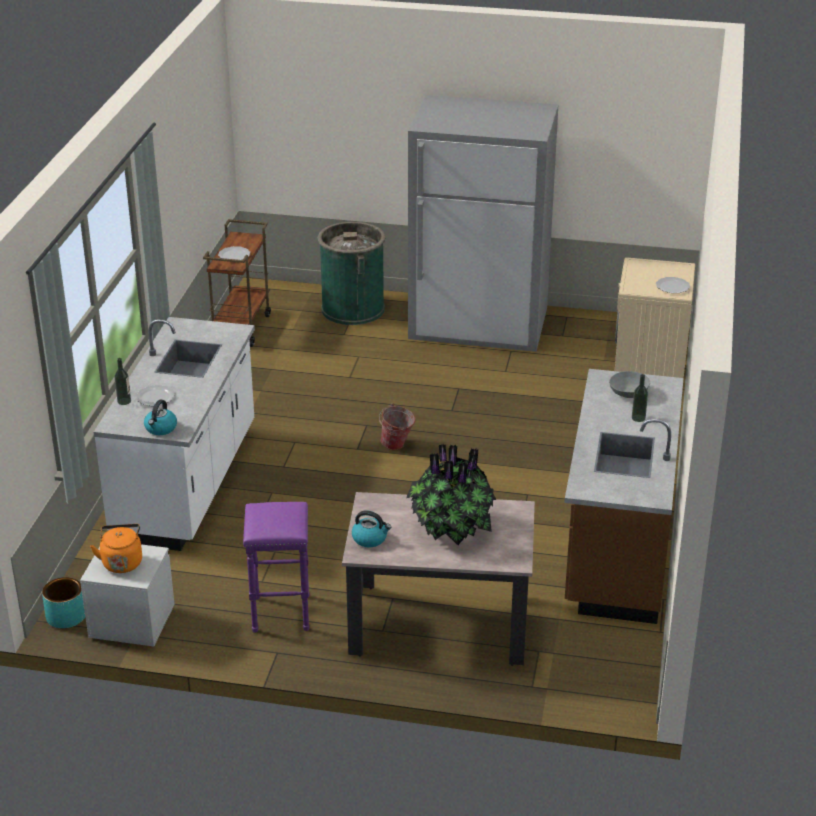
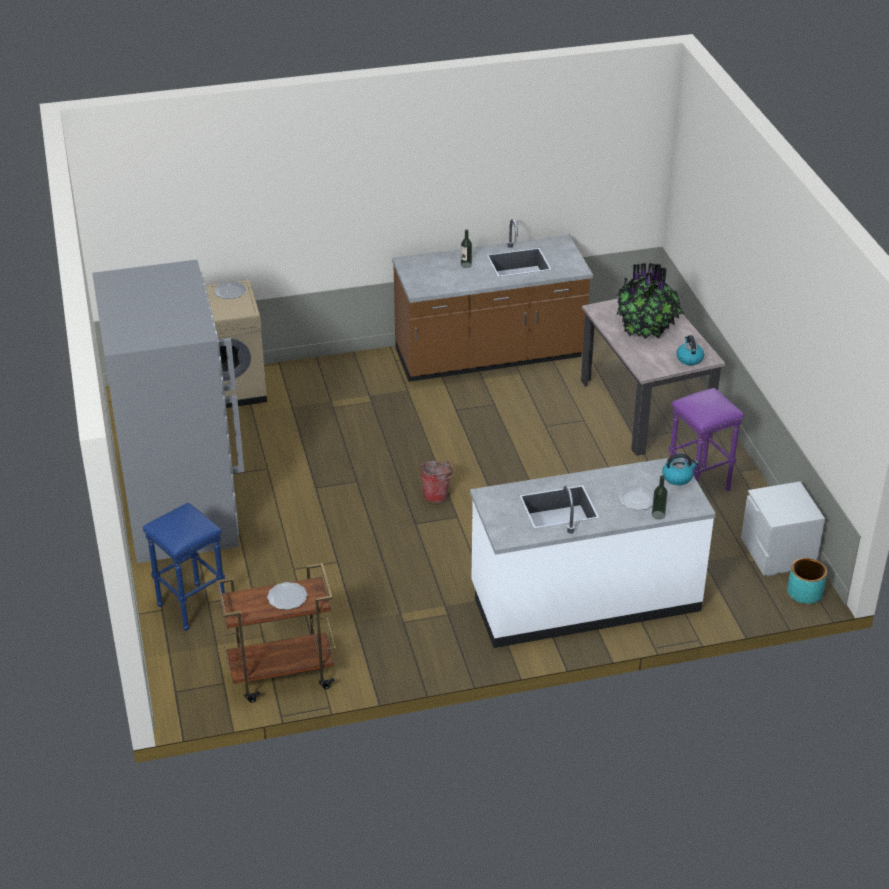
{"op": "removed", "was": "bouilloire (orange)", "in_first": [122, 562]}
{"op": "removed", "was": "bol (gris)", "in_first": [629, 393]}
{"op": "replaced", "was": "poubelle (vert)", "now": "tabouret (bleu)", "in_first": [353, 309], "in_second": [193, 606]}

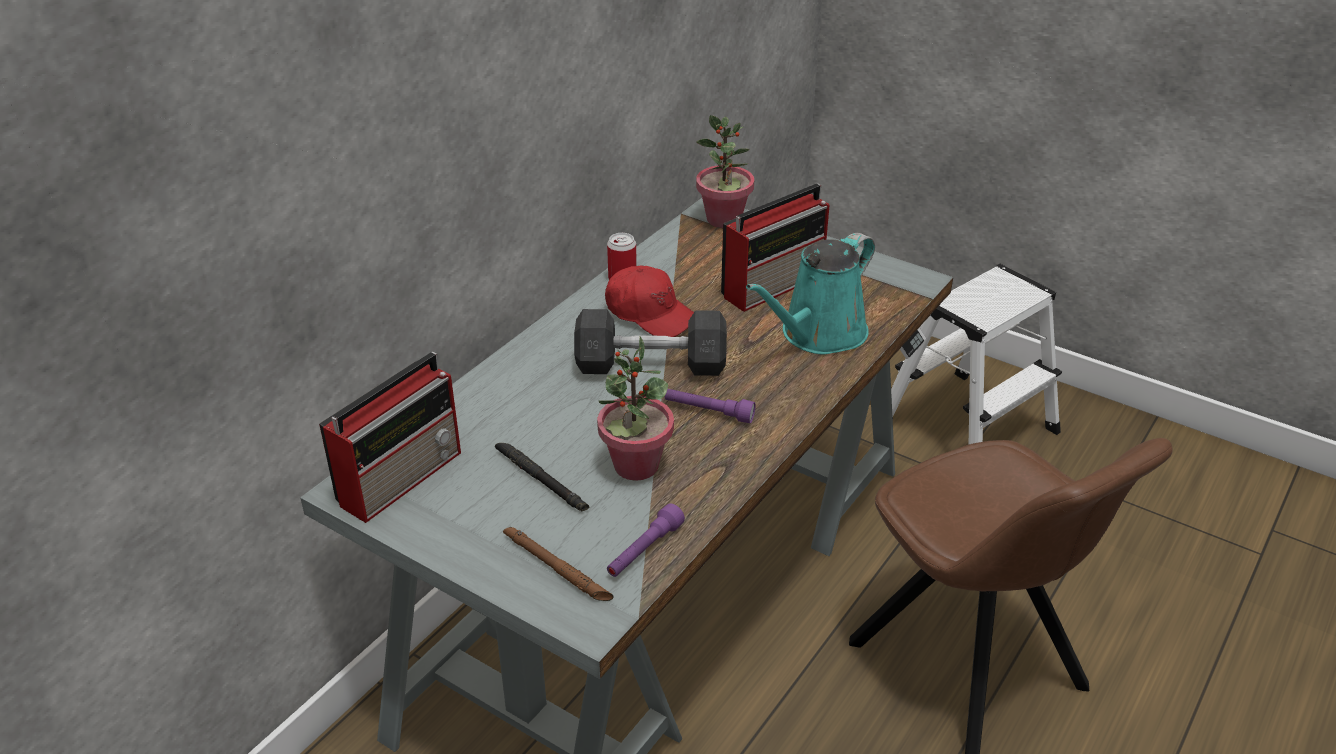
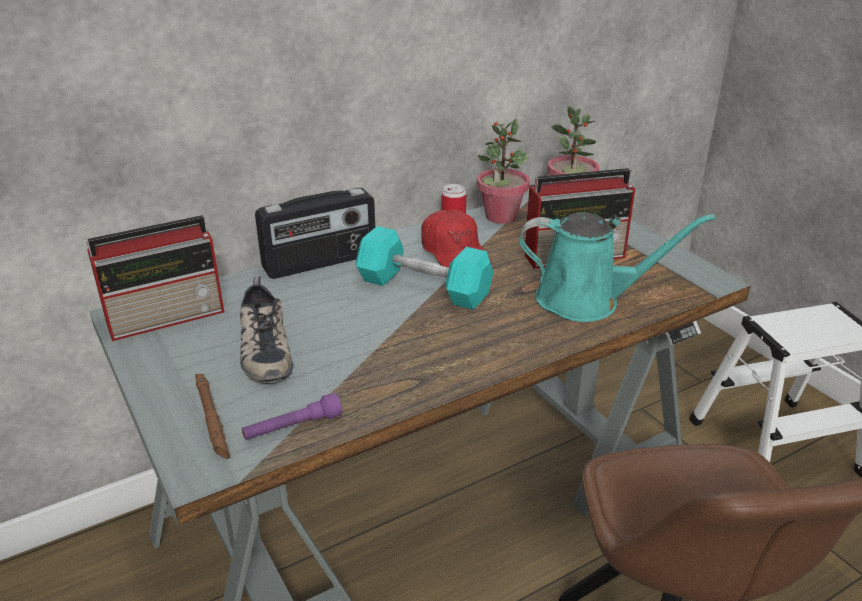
{"op": "removed", "was": "lampe de poche (violet)", "in_first": [708, 412]}
{"op": "added", "now": "radio", "in_second": [320, 263]}
{"op": "moved", "was": "plante en pot", "in_first": [636, 466], "in_second": [500, 216]}
{"op": "replaced", "was": "lampe de poche (noir)", "now": "chaussure", "in_first": [541, 480], "in_second": [263, 348]}
{"op": "recoloured", "was": "haltère (gris)", "now": "haltère (turquoise)", "in_first": [651, 365], "in_second": [423, 288]}
{"op": "turned", "was": "arrosoir (turquoise)", "in_first": [818, 335], "in_second": [586, 300], "clockwise": -150}

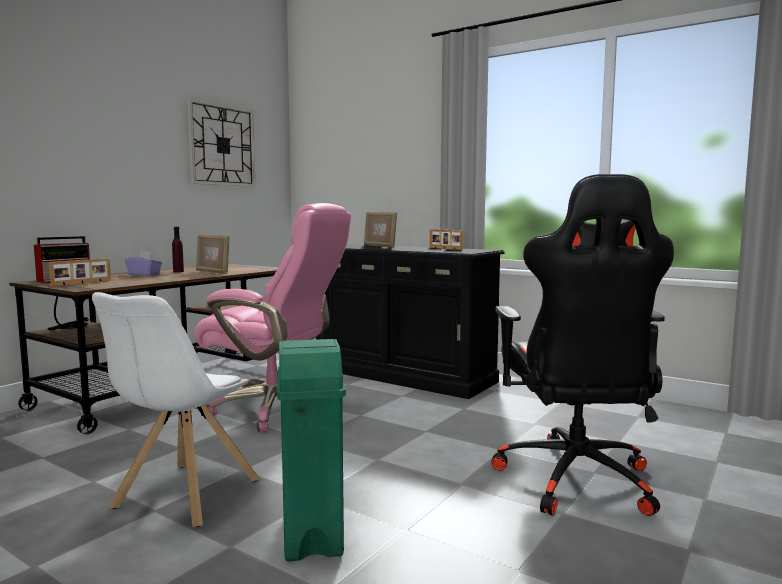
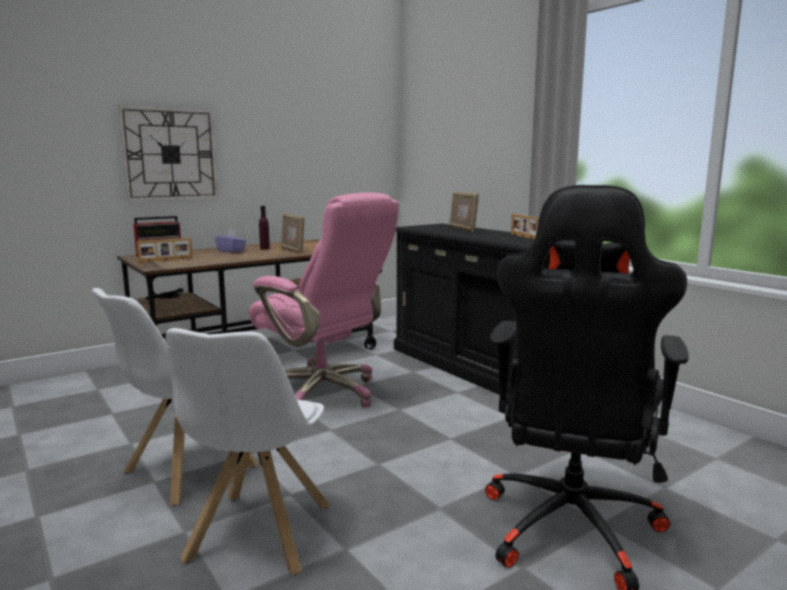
{"op": "moved", "was": "horloge murale", "in_first": [222, 145], "in_second": [170, 154]}
{"op": "replaced", "was": "poubelle (vert)", "now": "chaise (blanc)", "in_first": [311, 535], "in_second": [257, 536]}

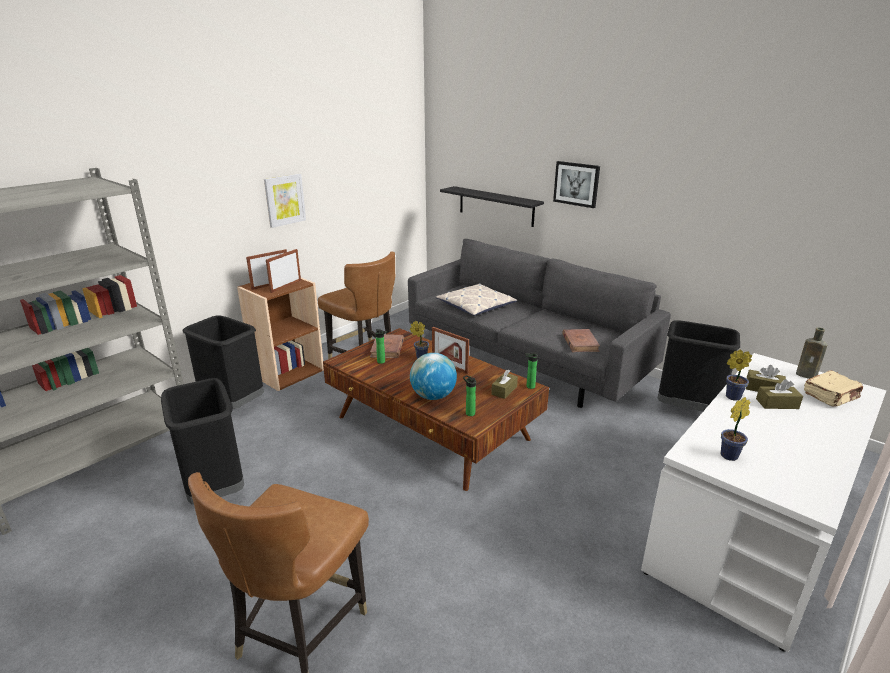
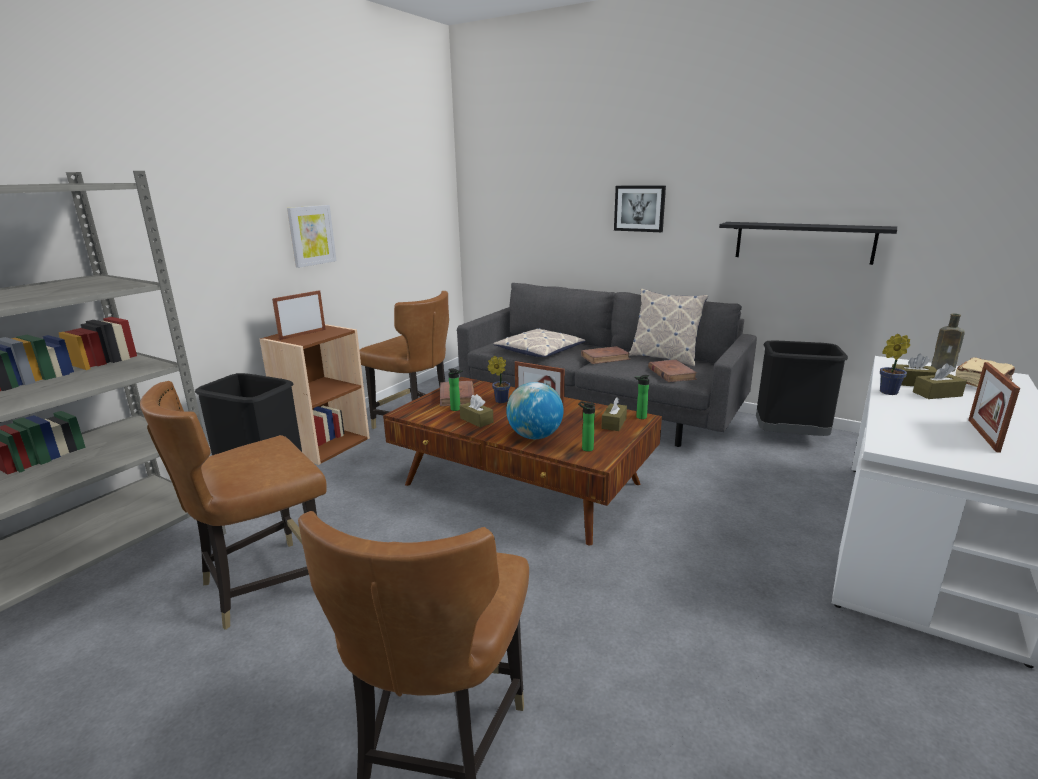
{"op": "removed", "was": "plante en pot", "in_first": [731, 455]}
{"op": "added", "now": "boîte à mouchoirs (marron)", "in_second": [476, 420]}
{"op": "added", "now": "livre (marron)", "in_second": [605, 358]}
{"op": "added", "now": "coussin", "in_second": [664, 358]}
{"op": "moved", "was": "cadre photo", "in_first": [286, 286], "in_second": [983, 435]}
{"op": "moved", "was": "étagère (noir)", "in_first": [496, 206], "in_second": [803, 242]}
{"op": "replaced", "was": "poubelle (noir)", "now": "chaise (marron)", "in_first": [214, 489], "in_second": [264, 584]}

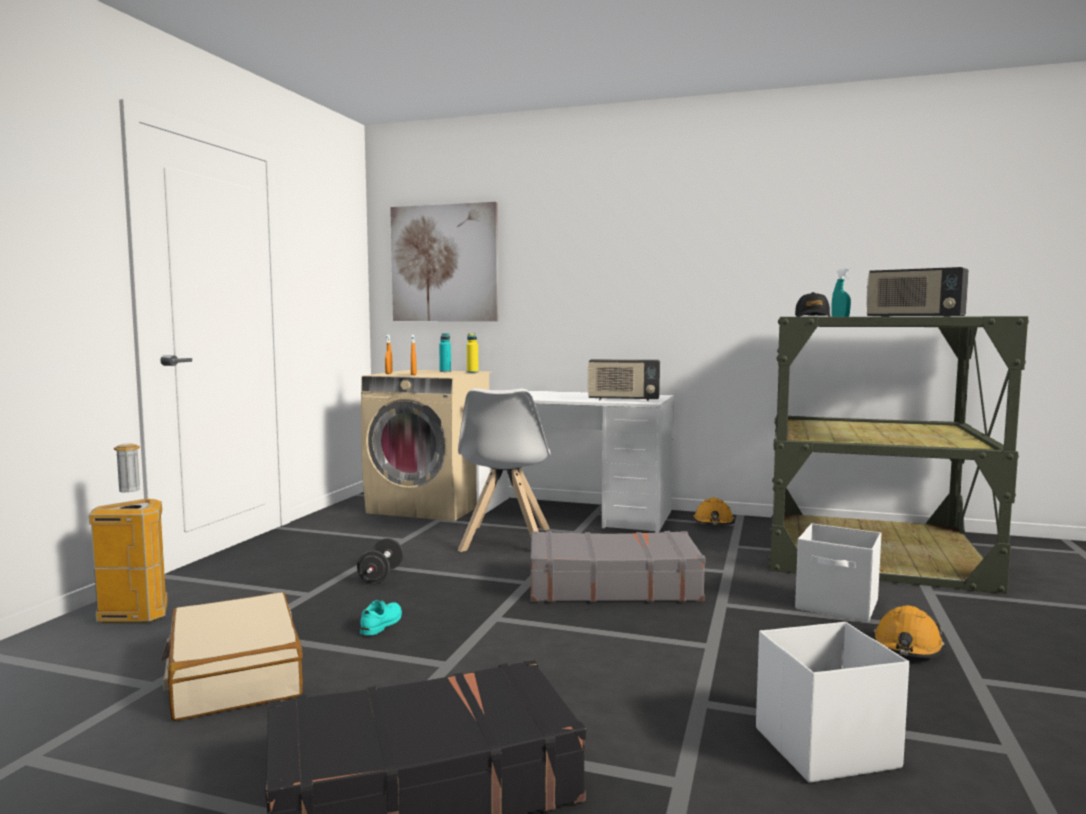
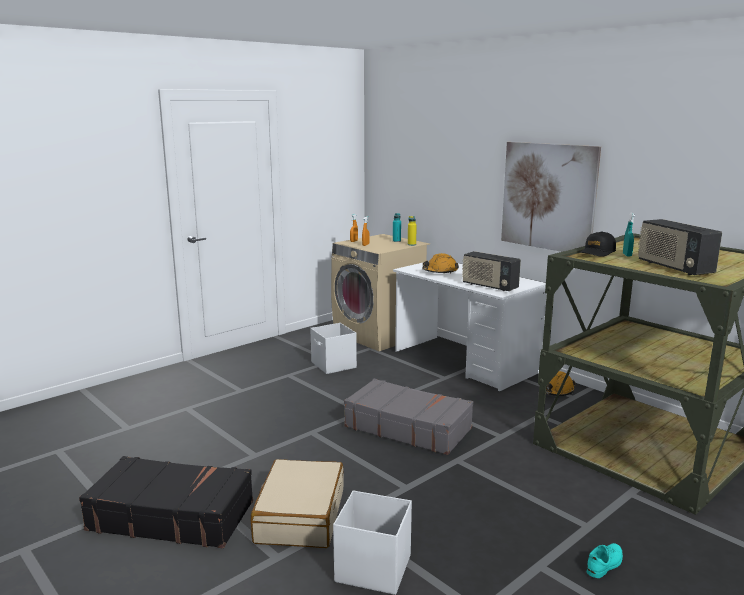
{"op": "removed", "was": "poubelle", "in_first": [135, 616]}
{"op": "removed", "was": "haltère (noir)", "in_first": [381, 575]}
{"op": "removed", "was": "chaise", "in_first": [505, 541]}
{"op": "moved", "was": "valise (beige)", "in_first": [234, 676], "in_second": [299, 516]}
{"op": "moved", "was": "chaussure (turquoise)", "in_first": [382, 623], "in_second": [605, 564]}
{"op": "moved", "was": "tableau", "in_first": [444, 263], "in_second": [548, 197]}
{"op": "moved", "was": "boîte de rangement (blanc)", "in_first": [838, 605], "in_second": [333, 365]}
{"op": "moved", "was": "casque de chantier (orange)", "in_first": [907, 648], "in_second": [440, 272]}

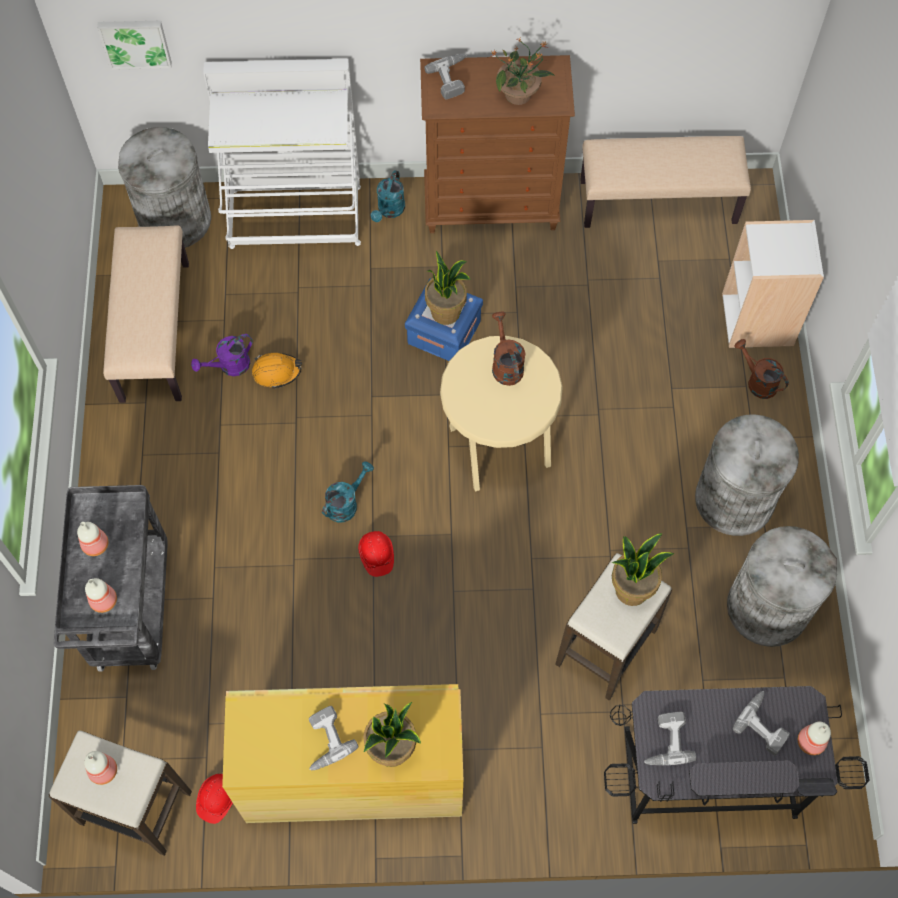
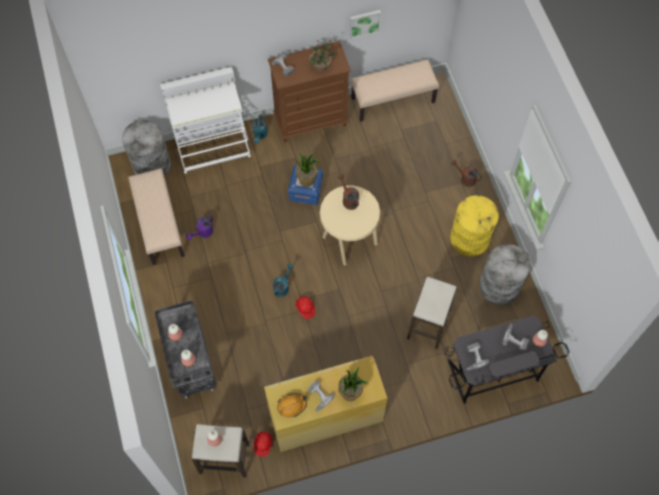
{"op": "removed", "was": "plante en pot", "in_first": [631, 589]}
{"op": "removed", "was": "bibliothèque", "in_first": [757, 320]}
{"op": "moved", "was": "tableau", "in_first": [135, 42], "in_second": [364, 23]}
{"op": "moved", "was": "casque de chantier (orange)", "in_first": [276, 372], "in_second": [292, 405]}
{"op": "recoloured", "was": "poubelle (gris)", "now": "poubelle (jaune)", "in_first": [735, 499], "in_second": [470, 238]}

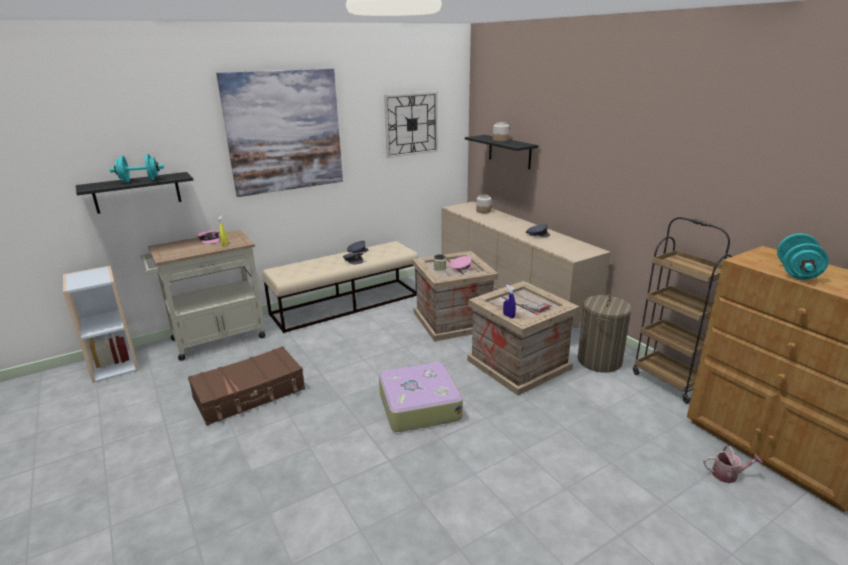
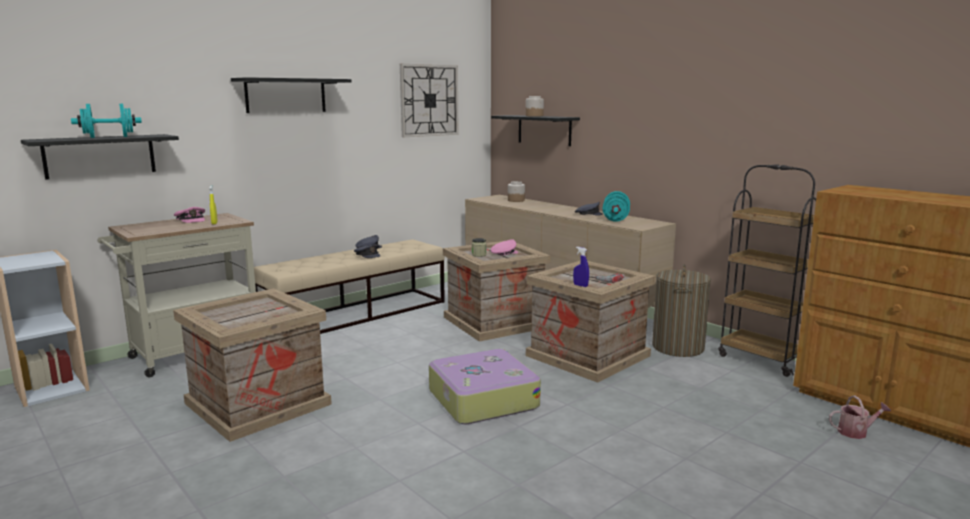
{"op": "moved", "was": "haltère (turquoise)", "in_first": [796, 272], "in_second": [615, 219]}
{"op": "replaced", "was": "valise (marron)", "now": "caisse", "in_first": [250, 394], "in_second": [257, 403]}
{"op": "replaced", "was": "tableau", "now": "étagère (noir)", "in_first": [284, 131], "in_second": [286, 95]}

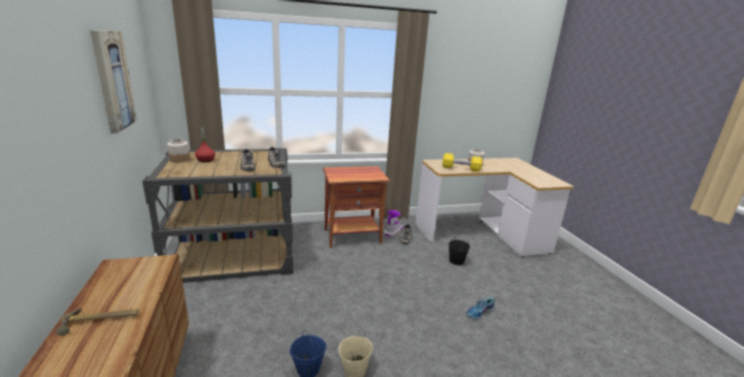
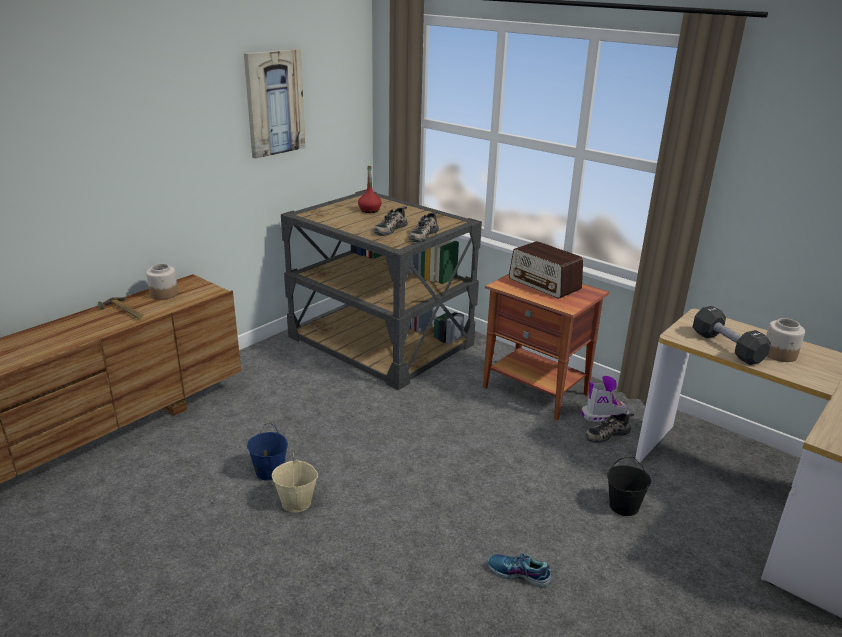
{"op": "added", "now": "radio", "in_second": [544, 284]}
{"op": "moved", "was": "bocal", "in_first": [179, 159], "in_second": [164, 294]}
{"op": "recoloured", "was": "haltère (jaune)", "now": "haltère (noir)", "in_first": [461, 168], "in_second": [727, 347]}

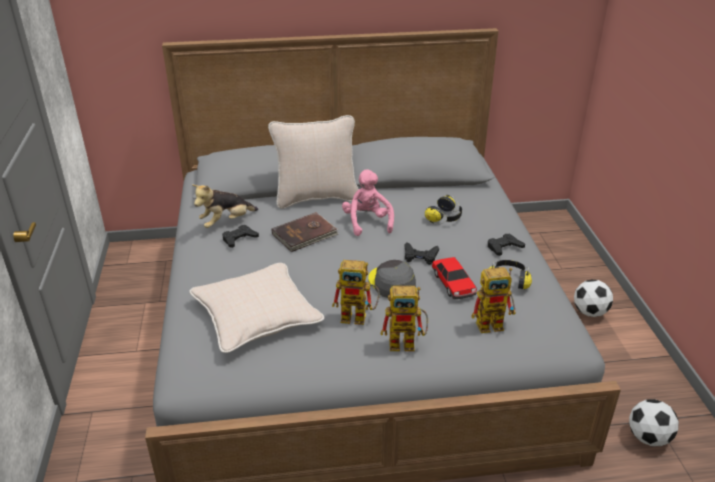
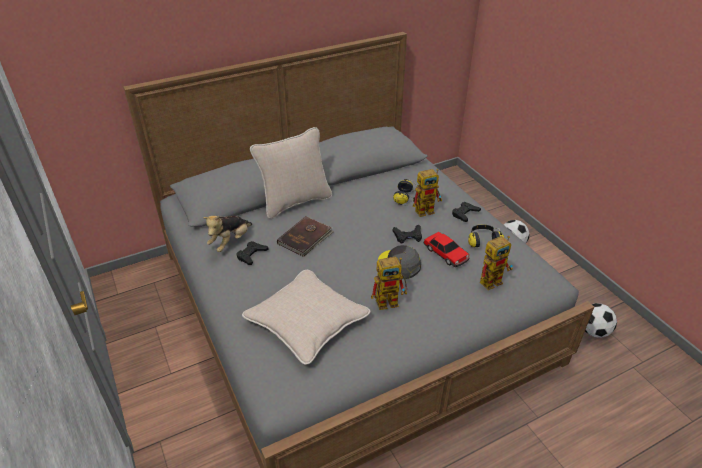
{"op": "removed", "was": "peluche (rose)", "in_first": [367, 222]}
{"op": "moved", "was": "robot jouet", "in_first": [407, 343], "in_second": [427, 209]}

